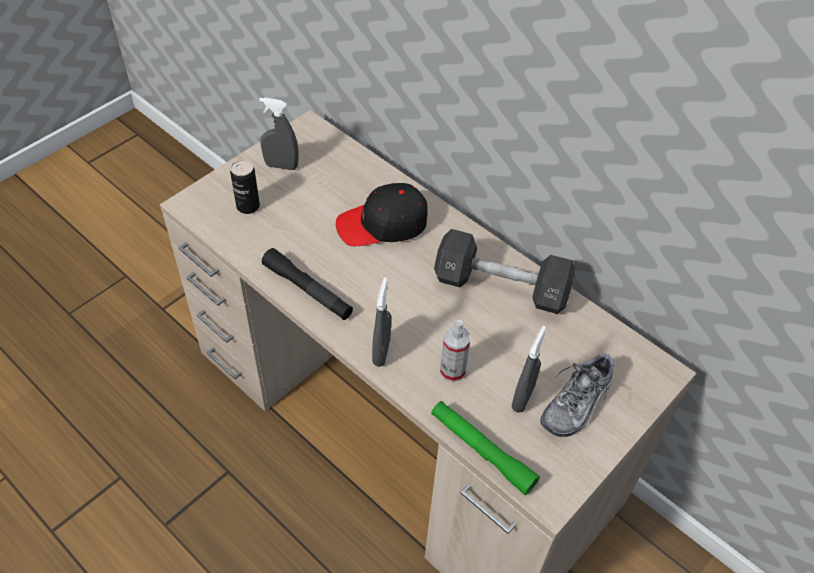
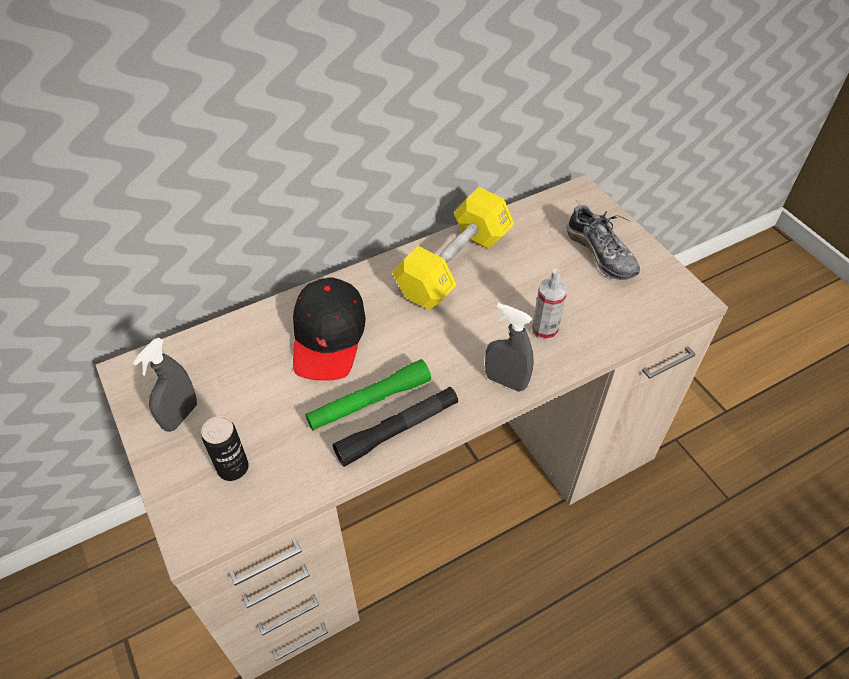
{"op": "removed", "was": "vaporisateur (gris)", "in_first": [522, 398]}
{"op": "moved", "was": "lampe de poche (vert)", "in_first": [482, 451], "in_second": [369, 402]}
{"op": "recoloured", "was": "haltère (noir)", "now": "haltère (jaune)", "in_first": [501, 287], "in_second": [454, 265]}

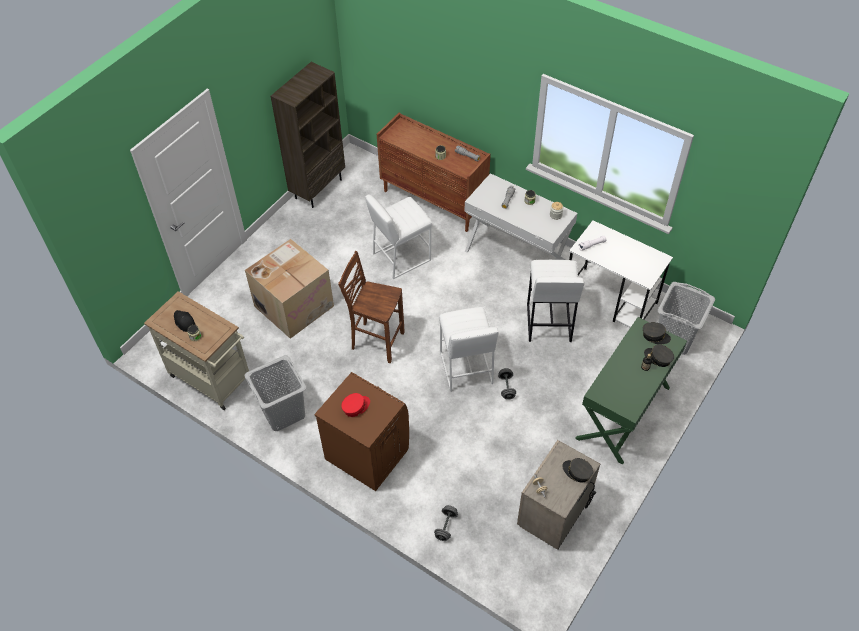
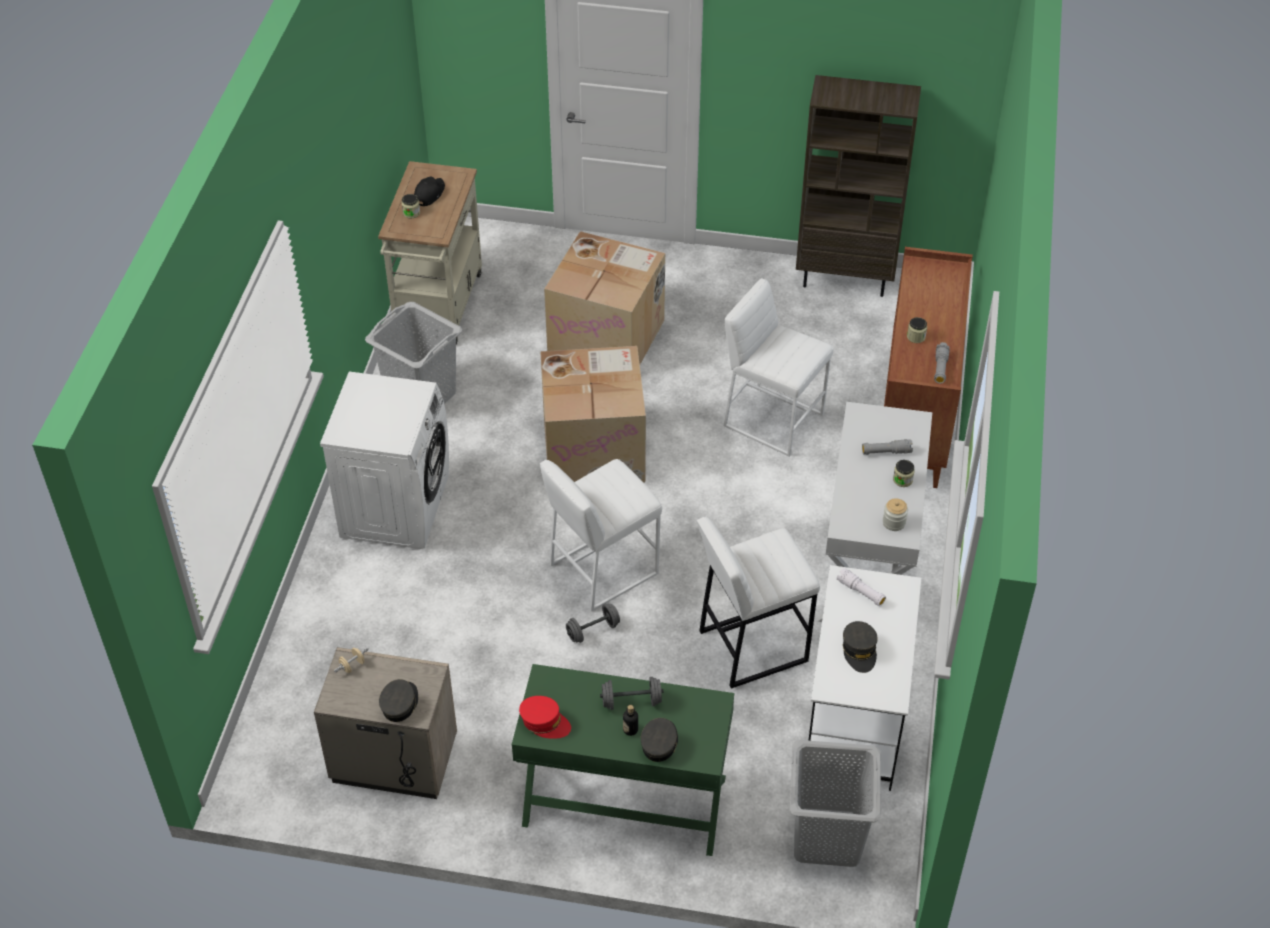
{"op": "moved", "was": "casquette (rouge)", "in_first": [356, 407], "in_second": [545, 722]}
{"op": "moved", "was": "haltère (gris)", "in_first": [446, 526], "in_second": [631, 701]}
{"op": "moved", "was": "casquette (gris)", "in_first": [655, 336], "in_second": [859, 651]}
{"op": "replaced", "was": "tabouret (marron)", "now": "carton", "in_first": [376, 341], "in_second": [595, 448]}
{"op": "recoloured", "was": "lave-linge (marron)", "now": "lave-linge (blanc)", "in_first": [367, 454], "in_second": [395, 508]}

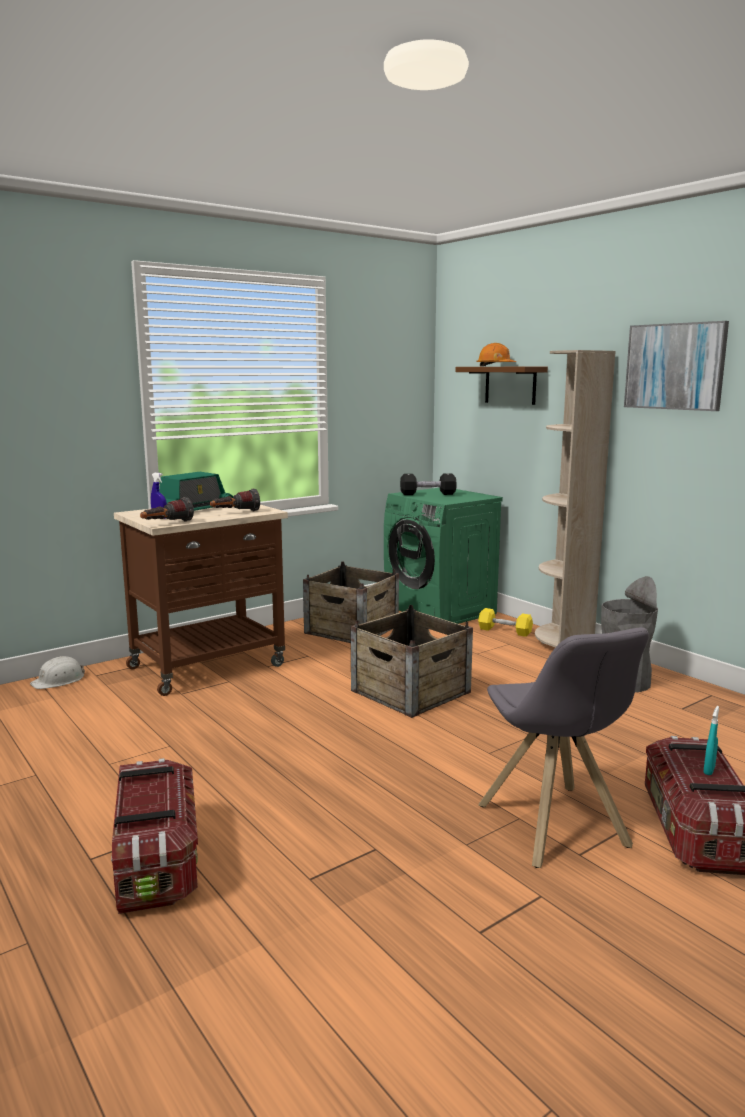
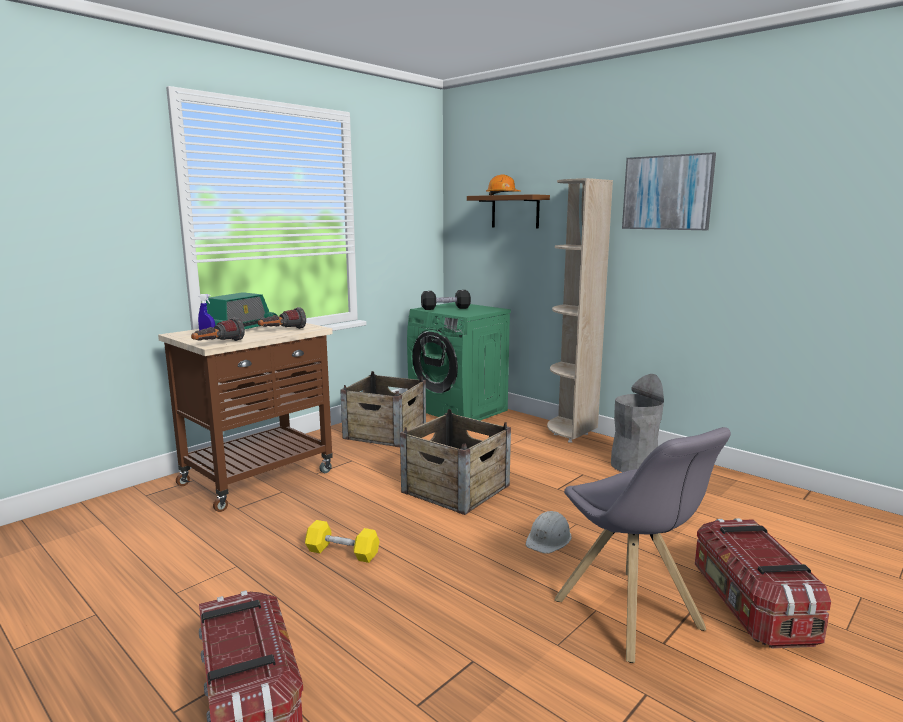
{"op": "removed", "was": "vaporisateur (turquoise)", "in_first": [709, 770]}
{"op": "moved", "was": "casque de chantier (blanc)", "in_first": [59, 680], "in_second": [549, 539]}
{"op": "moved", "was": "haltère (jaune)", "in_first": [504, 631], "in_second": [342, 553]}

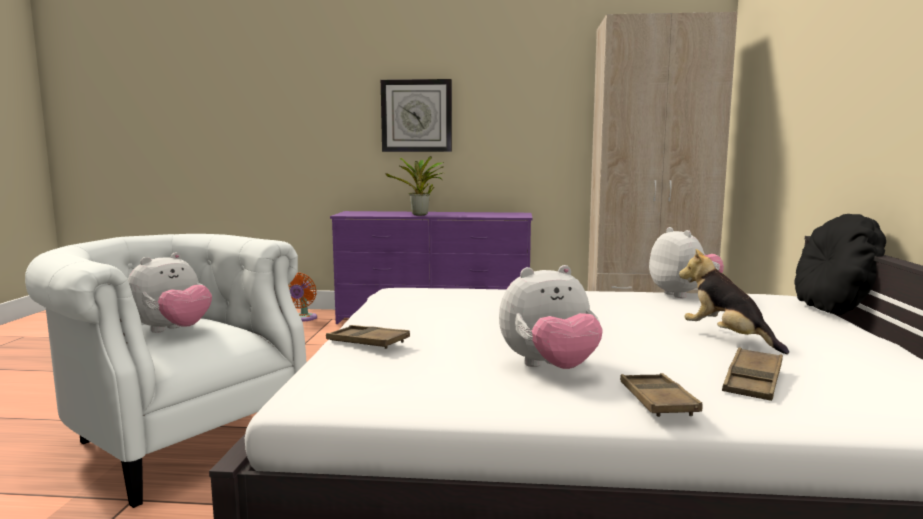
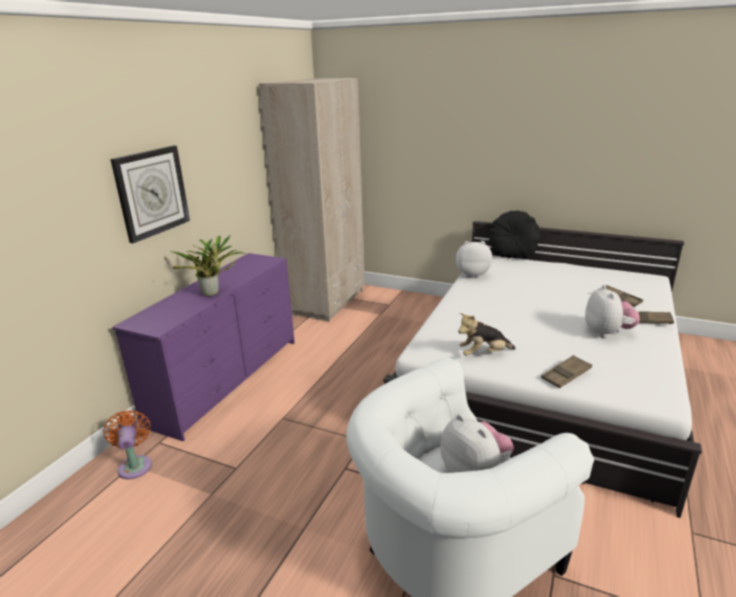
{"op": "moved", "was": "peluche", "in_first": [727, 338], "in_second": [483, 354]}
{"op": "turned", "was": "ventilateur (orange)", "in_first": [302, 318], "in_second": [135, 465], "clockwise": -135}

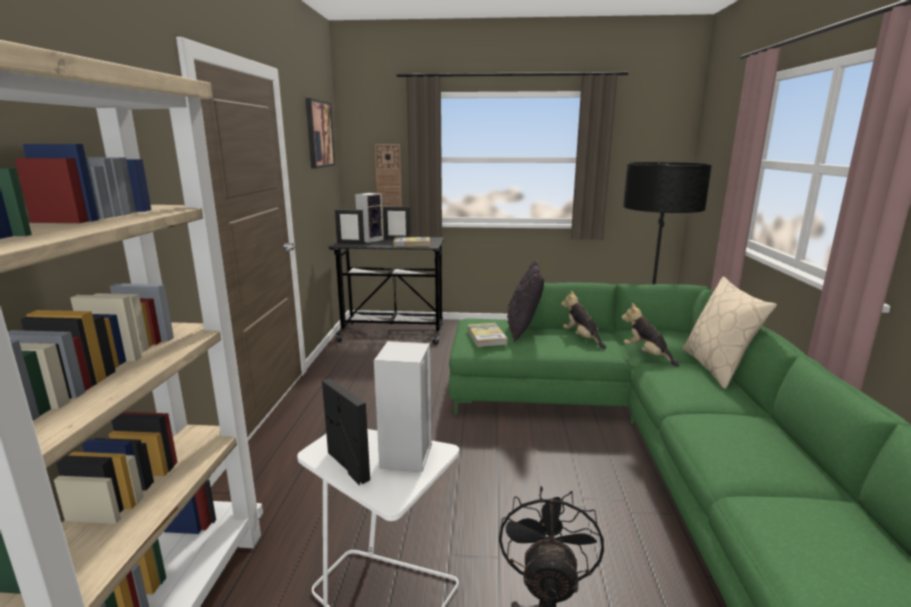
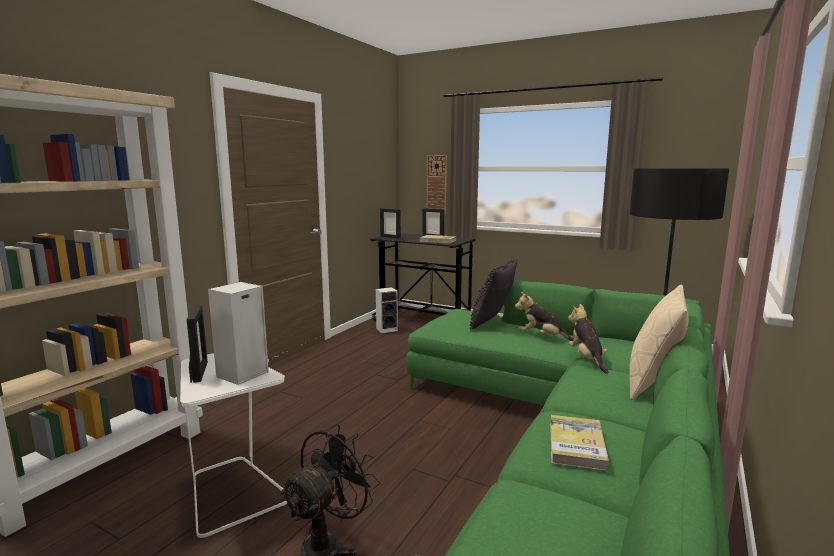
{"op": "removed", "was": "tableau", "in_first": [319, 134]}
{"op": "moved", "was": "enceinte", "in_first": [371, 240], "in_second": [387, 329]}
{"op": "moved", "was": "livre", "in_first": [486, 337], "in_second": [576, 445]}
{"op": "turned", "was": "peluche", "in_first": [582, 338], "in_second": [542, 337], "clockwise": -60}

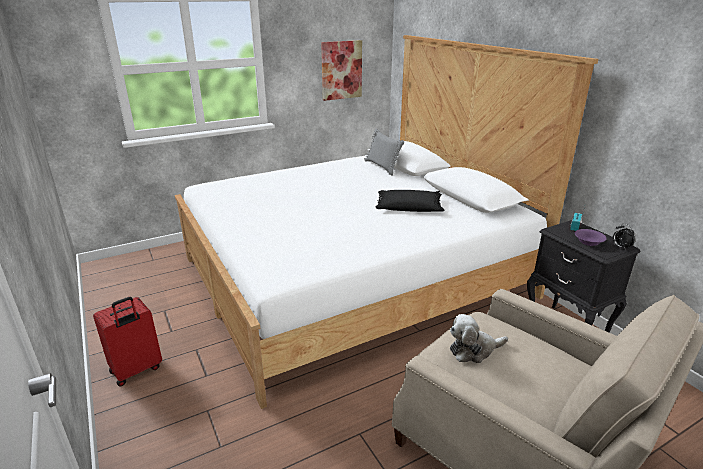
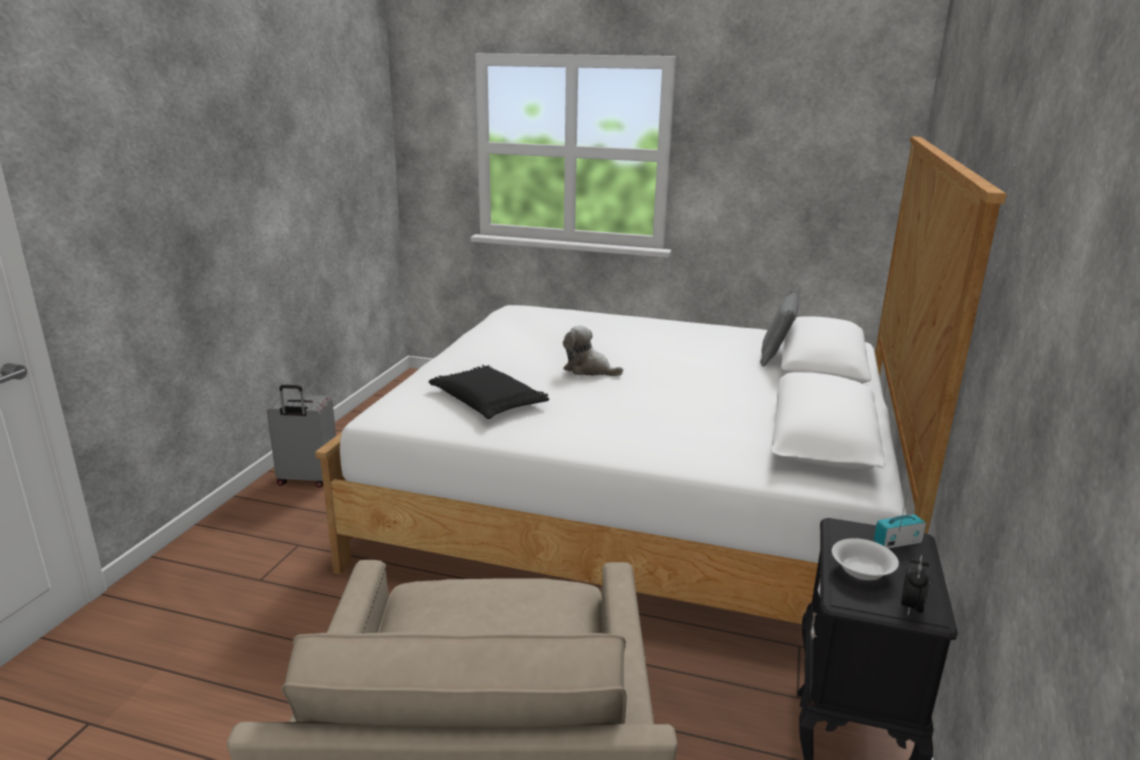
{"op": "removed", "was": "tableau", "in_first": [341, 70]}
{"op": "moved", "was": "coussin (noir)", "in_first": [409, 206], "in_second": [487, 399]}
{"op": "moved", "was": "peluche", "in_first": [473, 350], "in_second": [588, 370]}
{"op": "recoloured", "was": "valise (rouge)", "now": "valise (gris)", "in_first": [136, 370], "in_second": [307, 479]}
{"op": "recoloured", "was": "bol (violet)", "now": "bol (blanc)", "in_first": [589, 242], "in_second": [863, 571]}

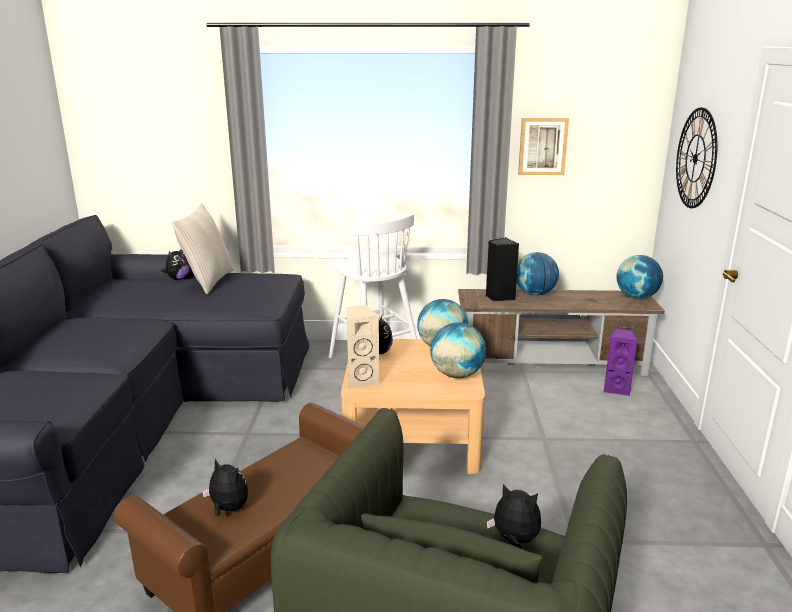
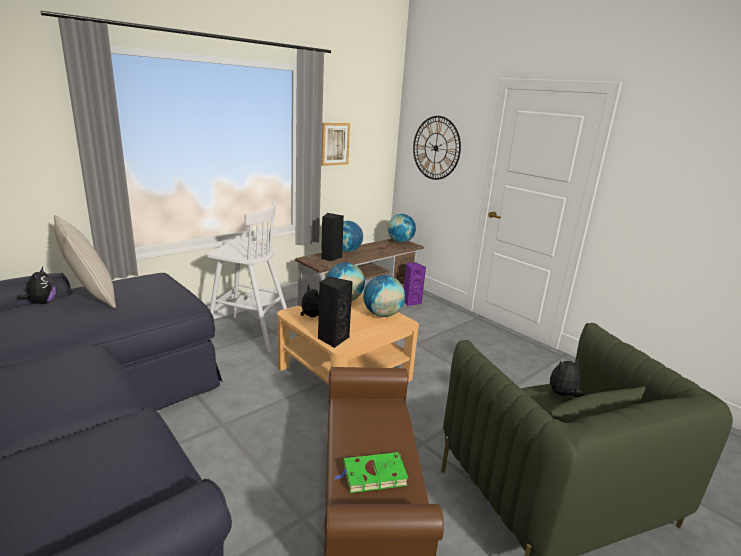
{"op": "replaced", "was": "peluche", "now": "livre (vert)", "in_first": [228, 509], "in_second": [372, 475]}
{"op": "recoloured", "was": "enceinte (beige)", "now": "enceinte (noir)", "in_first": [361, 380], "in_second": [332, 339]}

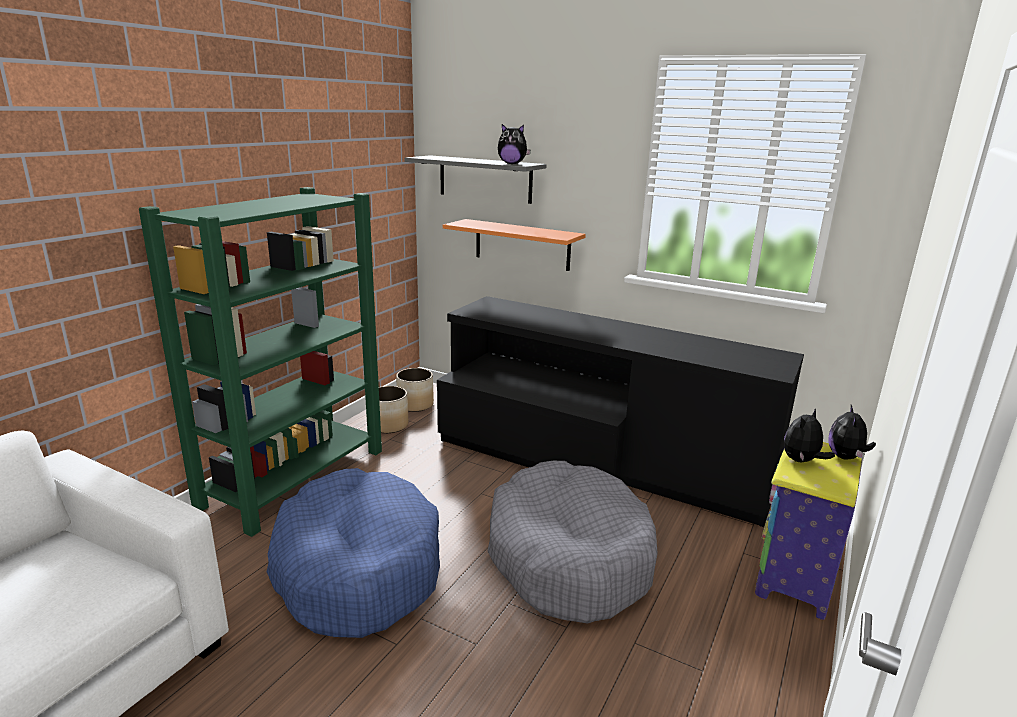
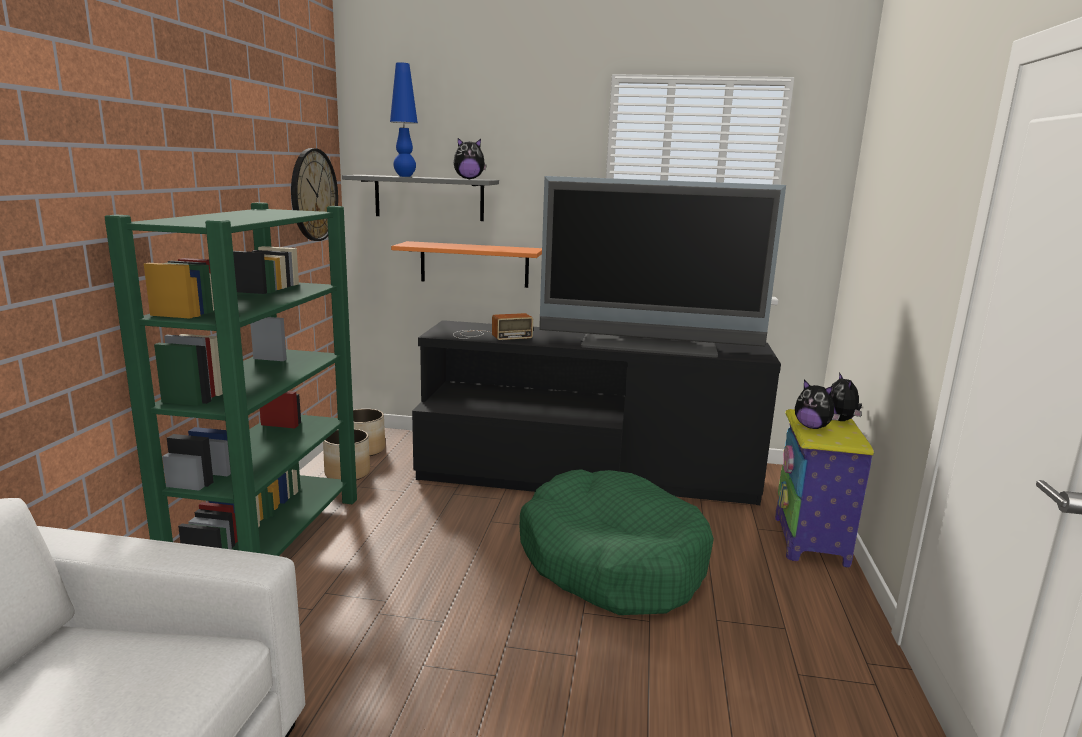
{"op": "removed", "was": "panier pour chien (bleu)", "in_first": [357, 568]}
{"op": "added", "now": "horloge murale", "in_second": [313, 195]}
{"op": "added", "now": "lampe de table (bleu)", "in_second": [404, 176]}
{"op": "added", "now": "radio", "in_second": [489, 335]}
{"op": "added", "now": "téléviseur", "in_second": [649, 345]}
{"op": "recoloured", "was": "panier pour chien (gris)", "now": "panier pour chien (vert)", "in_first": [568, 556], "in_second": [611, 561]}
{"op": "turned", "was": "peluche", "in_first": [802, 461], "in_second": [812, 427], "clockwise": -75}

